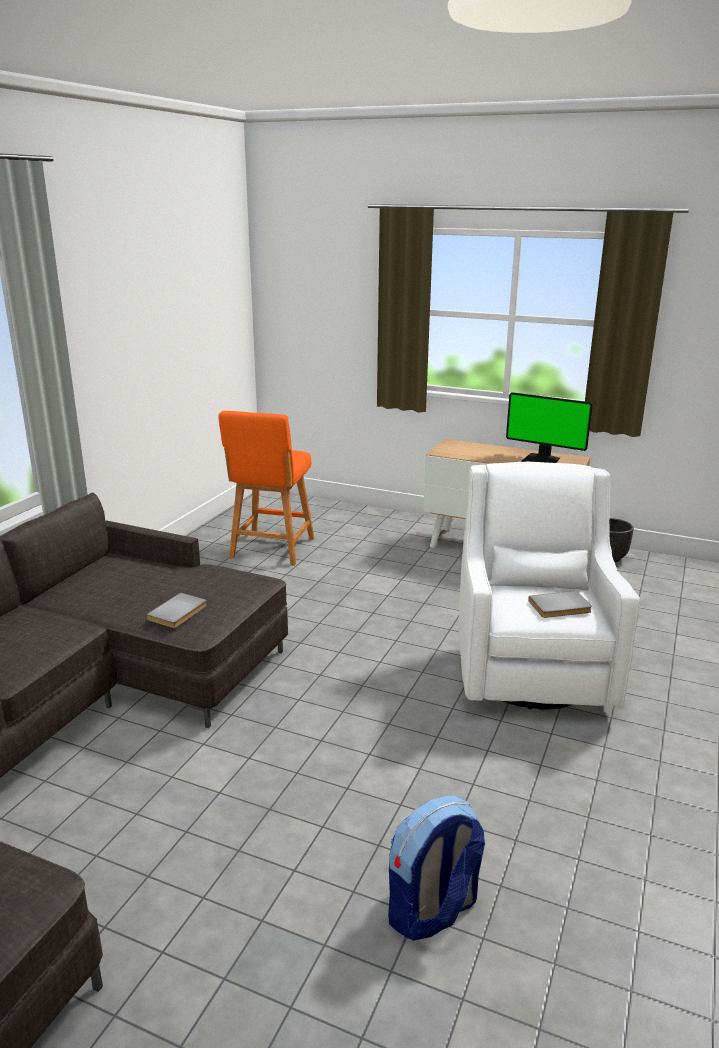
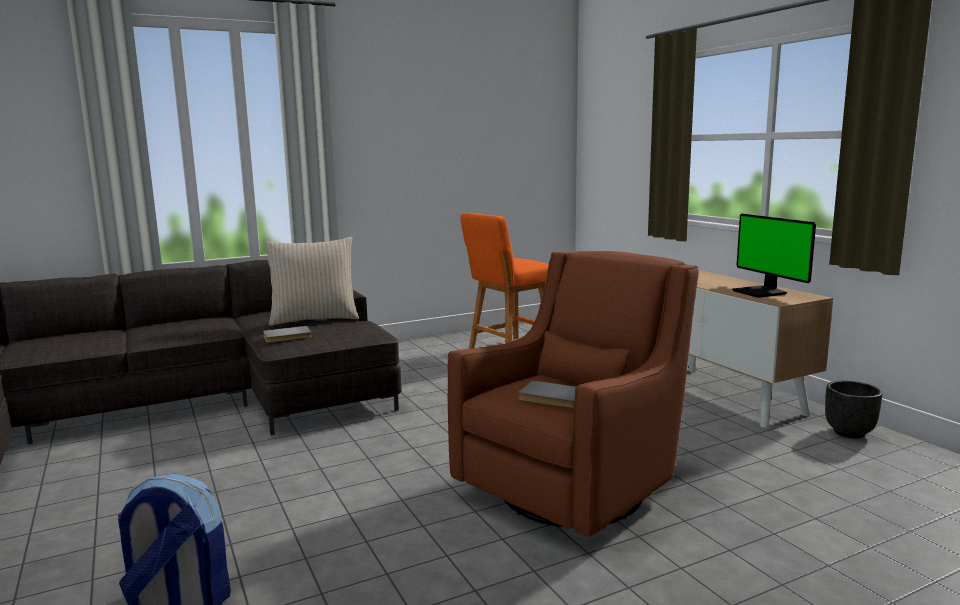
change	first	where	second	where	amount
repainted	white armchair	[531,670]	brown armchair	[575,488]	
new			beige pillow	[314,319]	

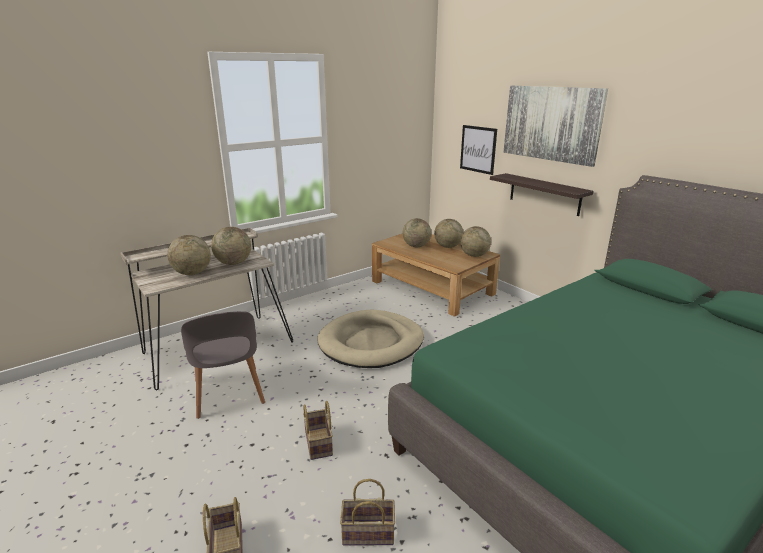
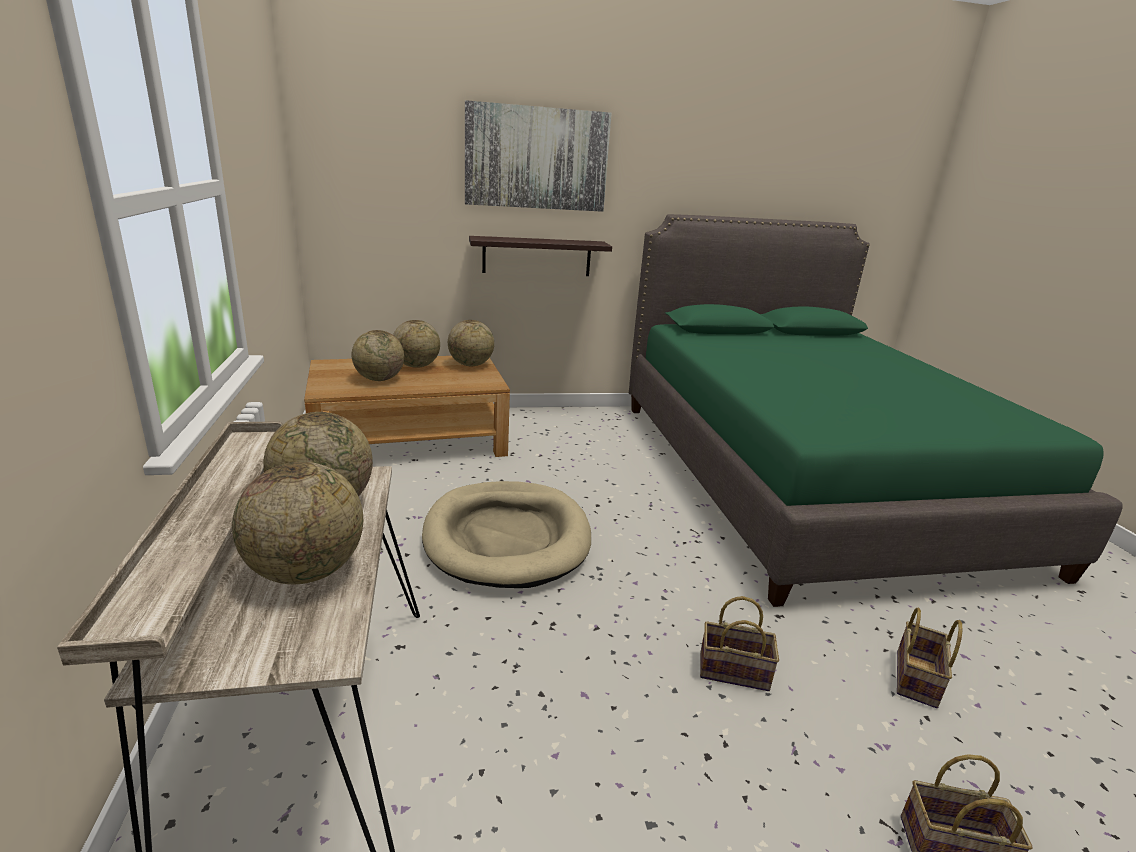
change	first	where	second	where	amount
gone	picture	[478,149]			
gone	grey chair	[228,394]			

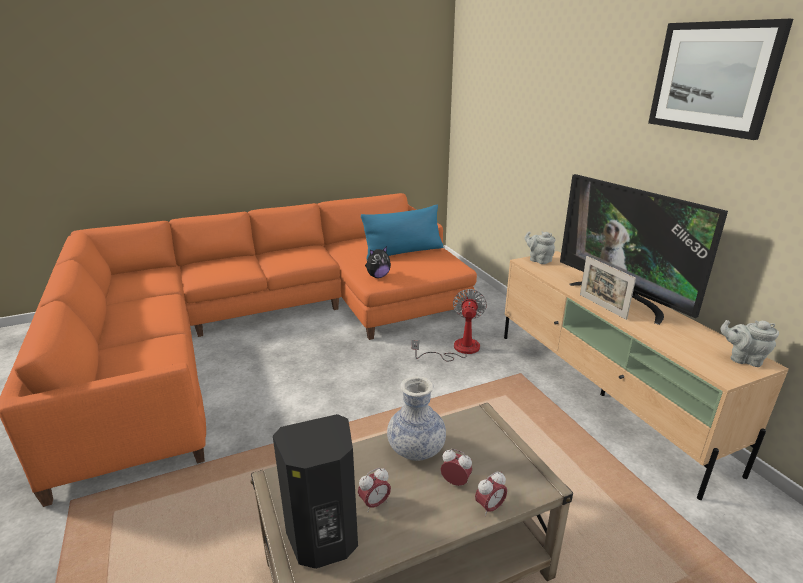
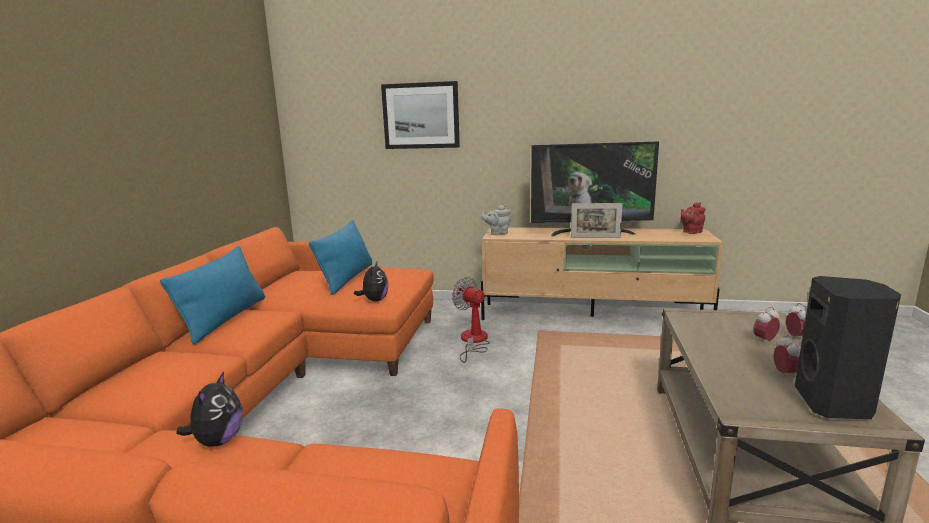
change	first	where	second	where	amount
shifted	picture	[713,78]		[421,116]	
repainted	grey teapot	[743,359]	red teapot	[691,232]	
gone	vase	[416,449]			
new			blue pillow	[225,319]	
new			plush toy	[218,441]	

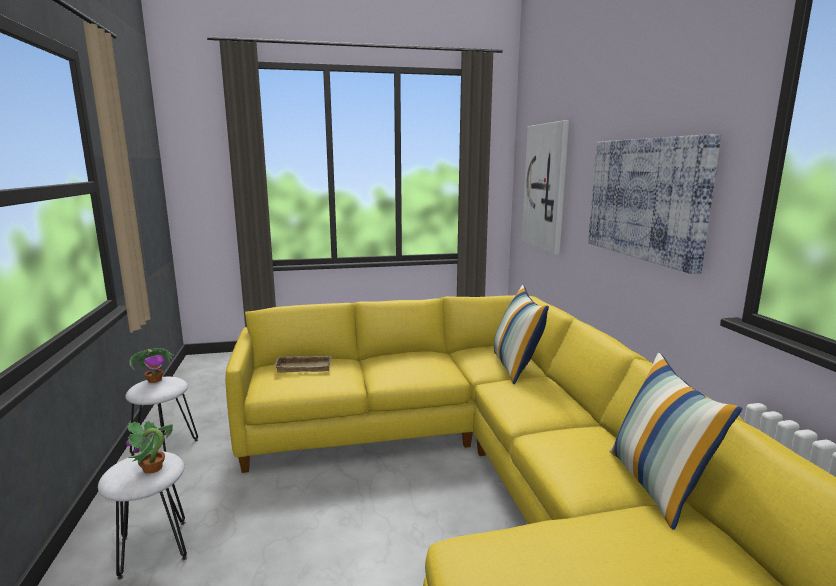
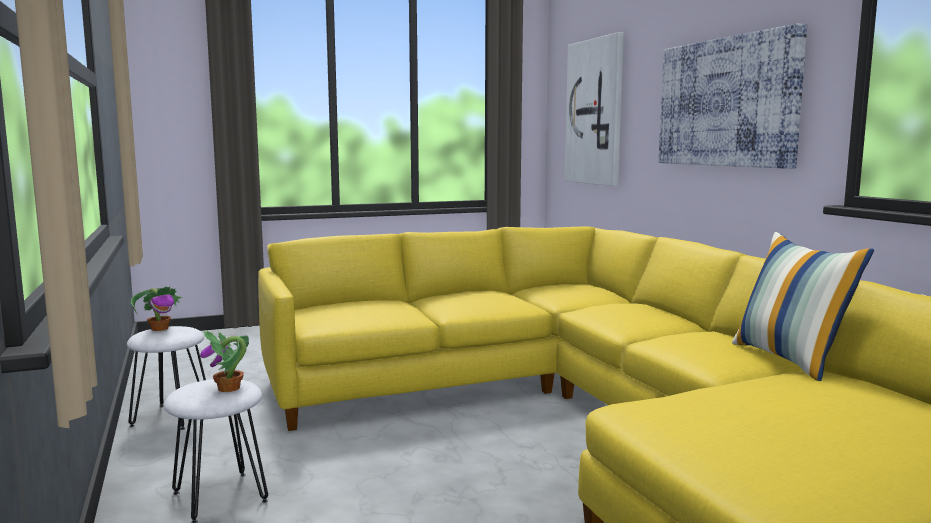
change	first	where	second	where	amount
gone	pillow	[516,367]			
gone	beige tray	[304,367]			

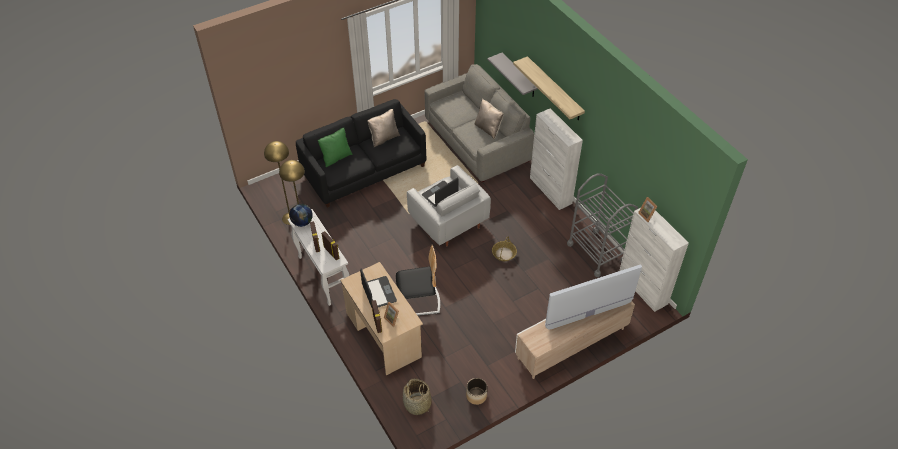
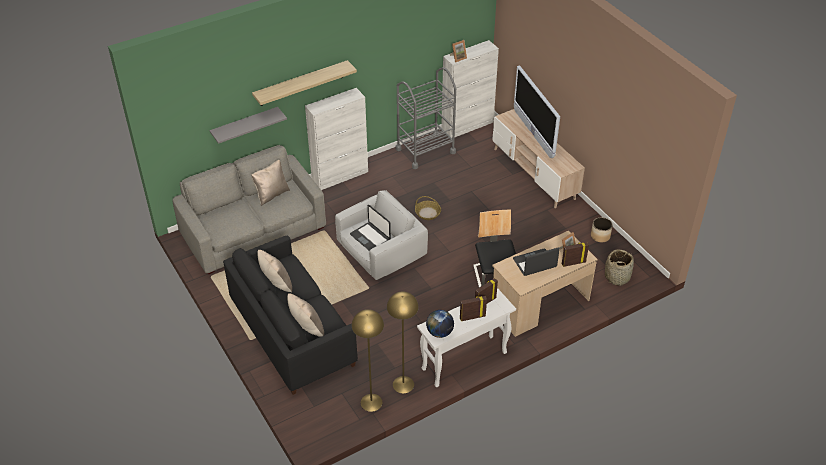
change	first	where	second	where	amount
repainted	green pillow	[336,157]	beige pillow	[306,327]	

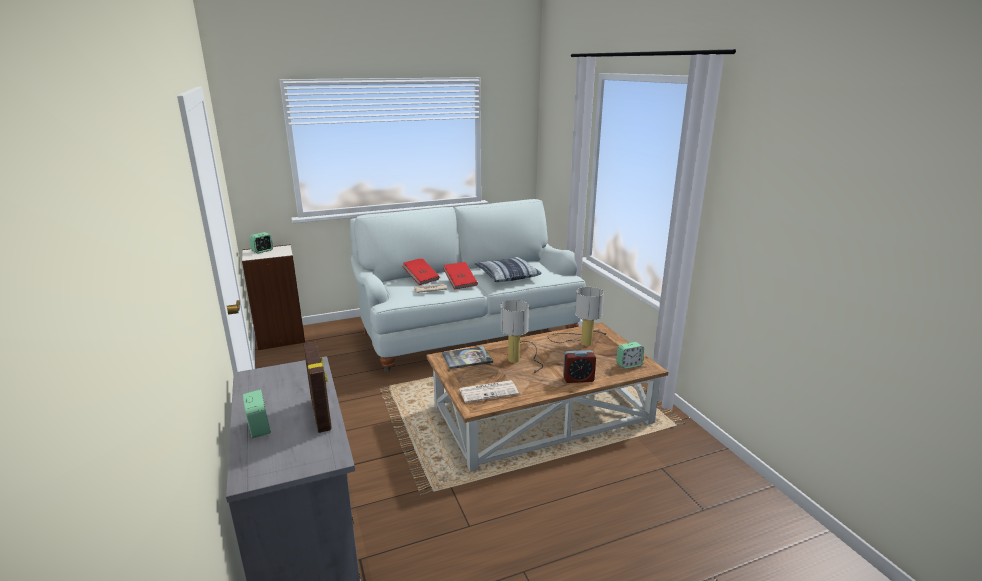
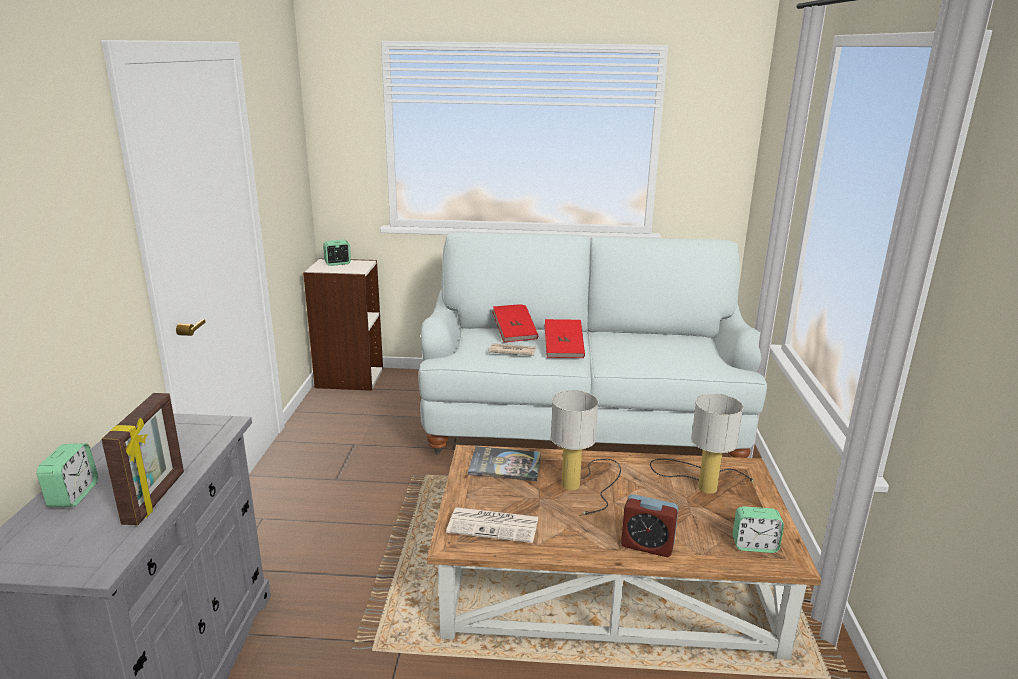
change	first	where	second	where	amount
gone	pillow	[507,275]			

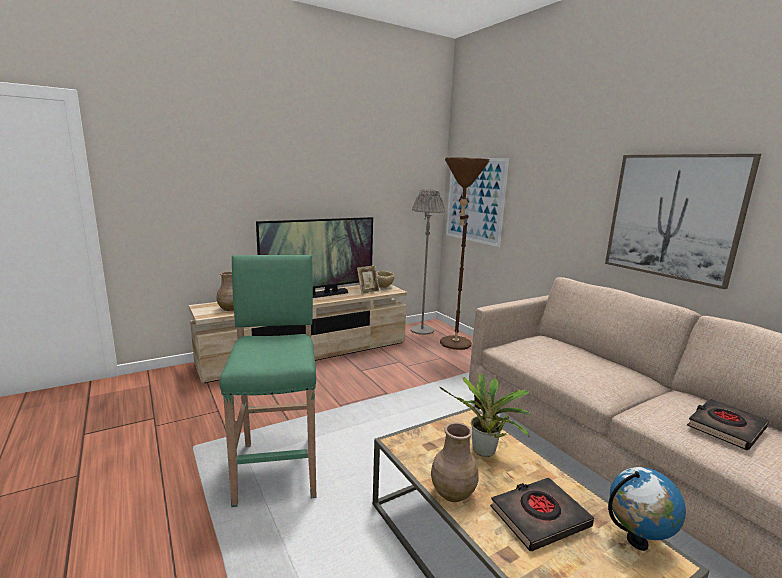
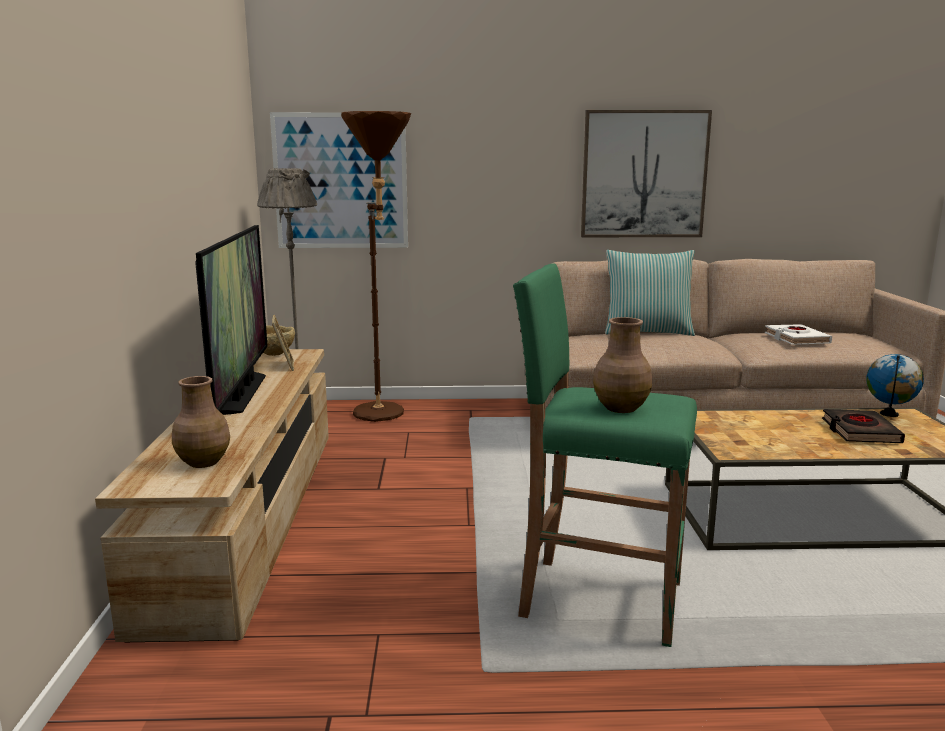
change	first	where	second	where	amount
gone	potted plant	[484,453]			
repainted	black book	[725,428]	white book	[796,339]	
shifted	brown vase	[453,493]		[620,408]	
new			pillow	[647,332]	

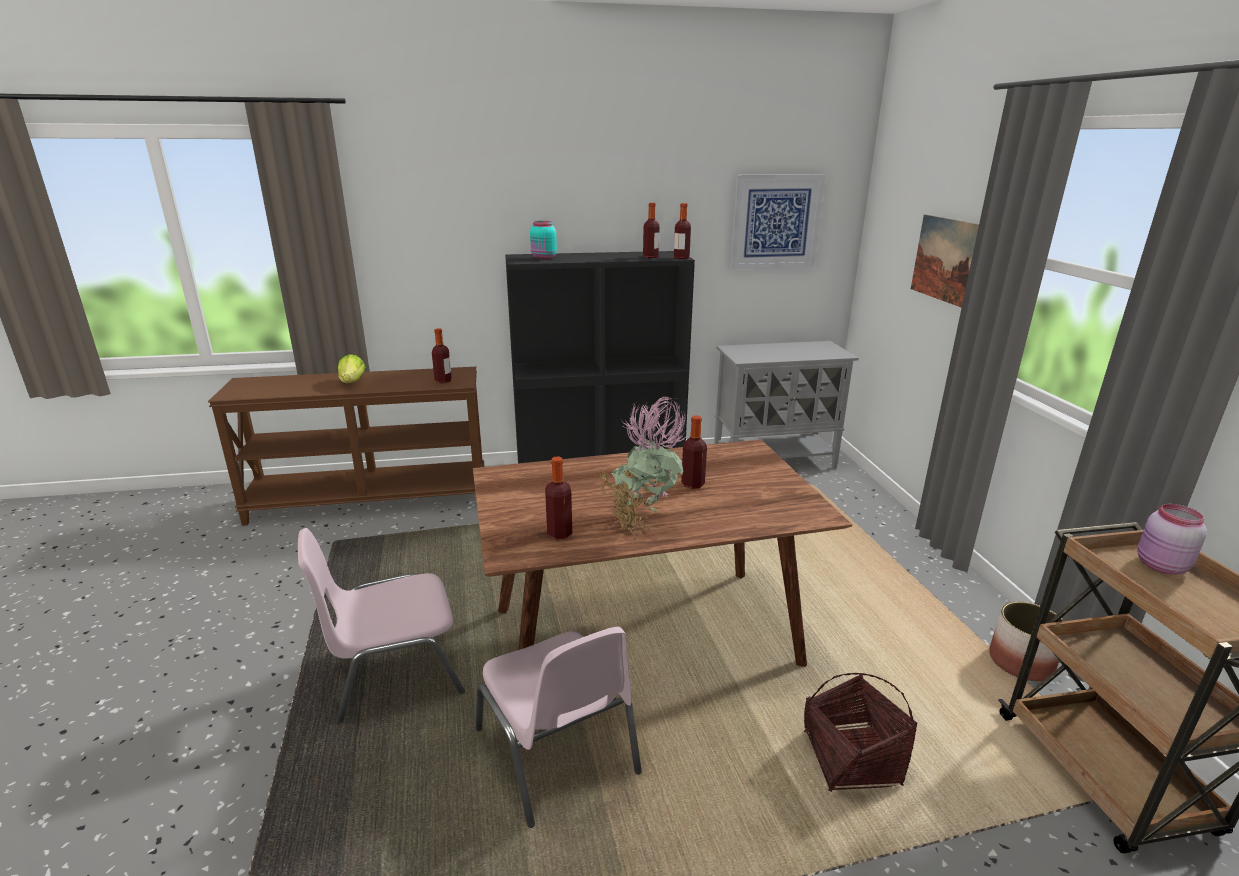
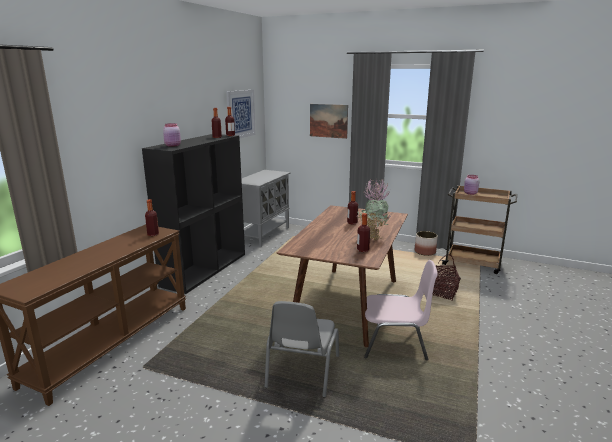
change	first	where	second	where	amount
repainted	turquoise jar	[544,258]	pink jar	[173,145]	
gone	lettuce	[352,382]			
repainted	pink chair	[394,671]	grey chair	[301,372]	

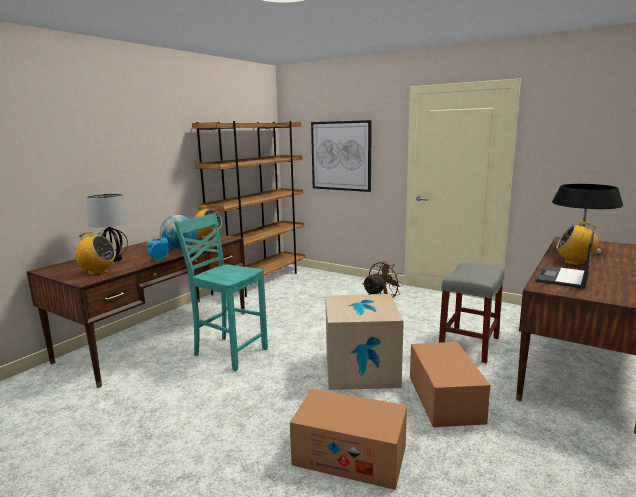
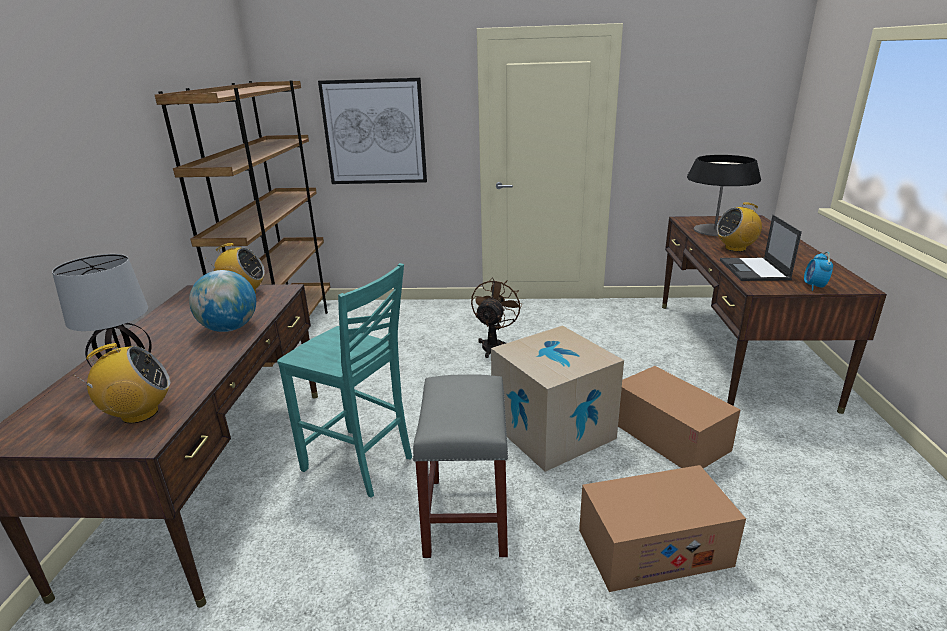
change	first	where	second	where	amount
rotated	turquoise chair	[229,352]		[360,464]	150 degrees counterclockwise
shifted	alarm clock	[158,259]		[814,287]	
shifted	grey stool	[469,344]		[466,514]	

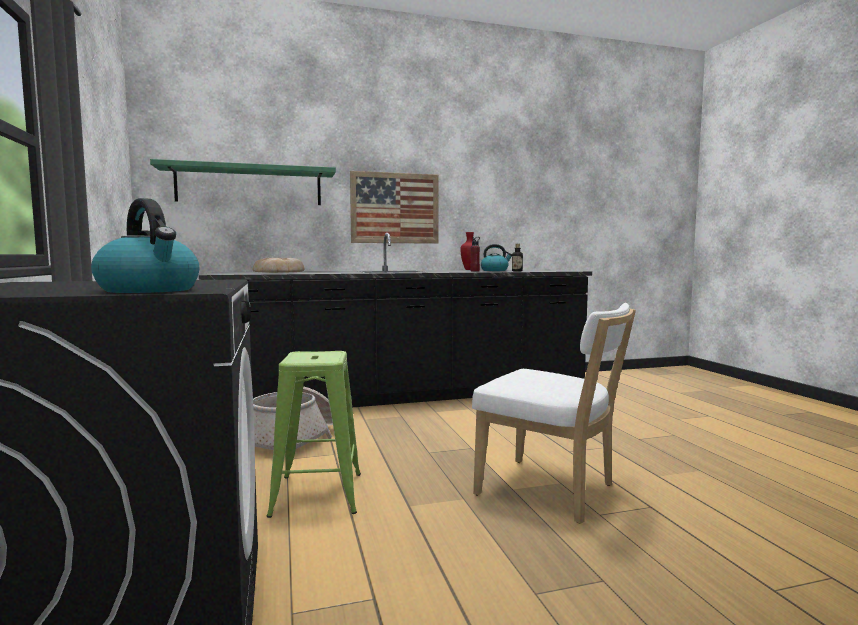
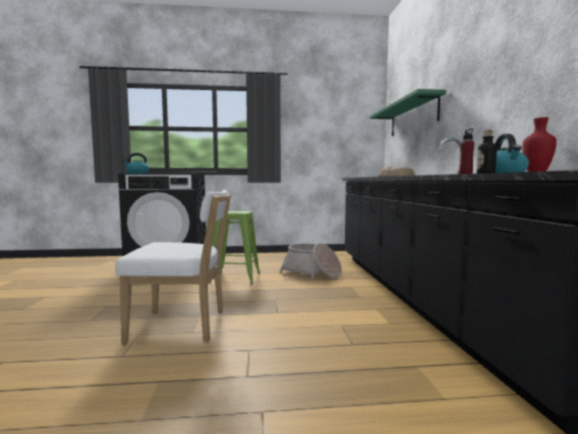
change	first	where	second	where	amount
gone	picture	[395,208]			
rotated	white chair	[551,491]		[183,326]	135 degrees counterclockwise

